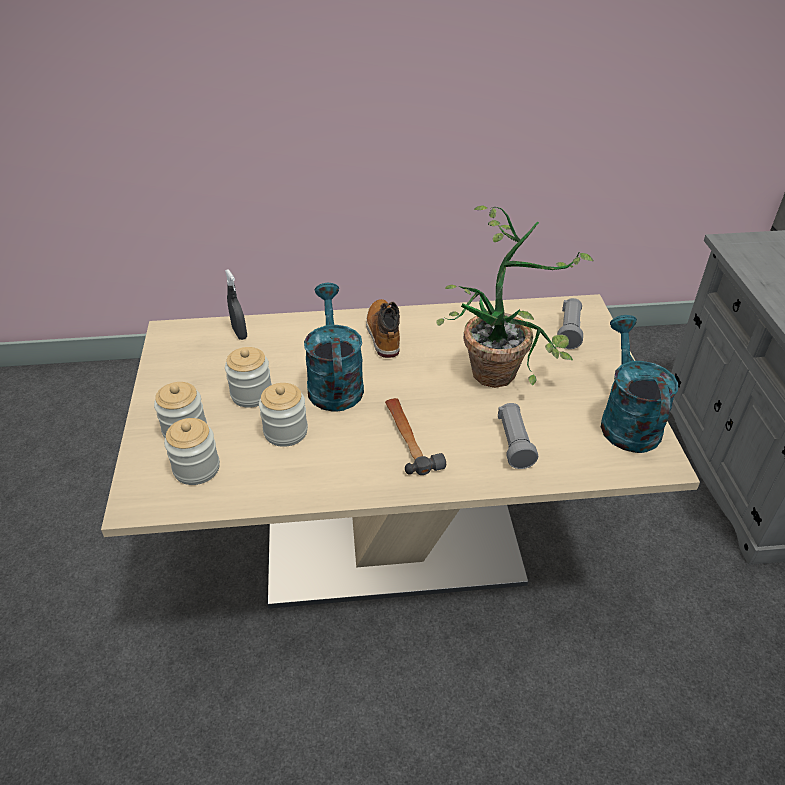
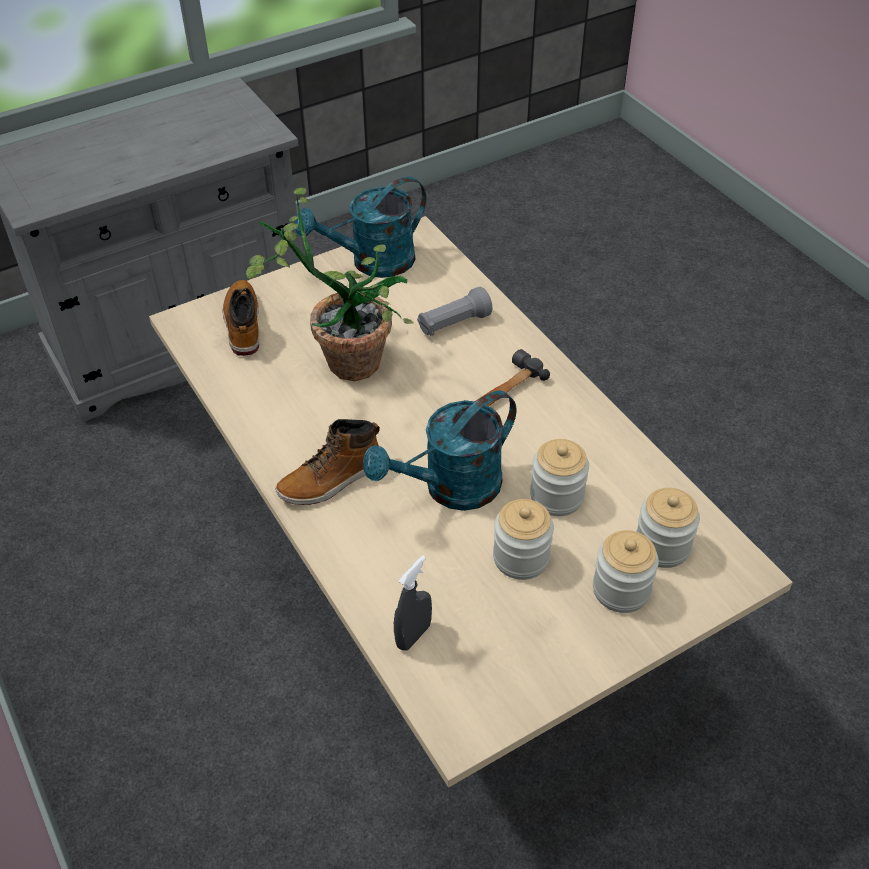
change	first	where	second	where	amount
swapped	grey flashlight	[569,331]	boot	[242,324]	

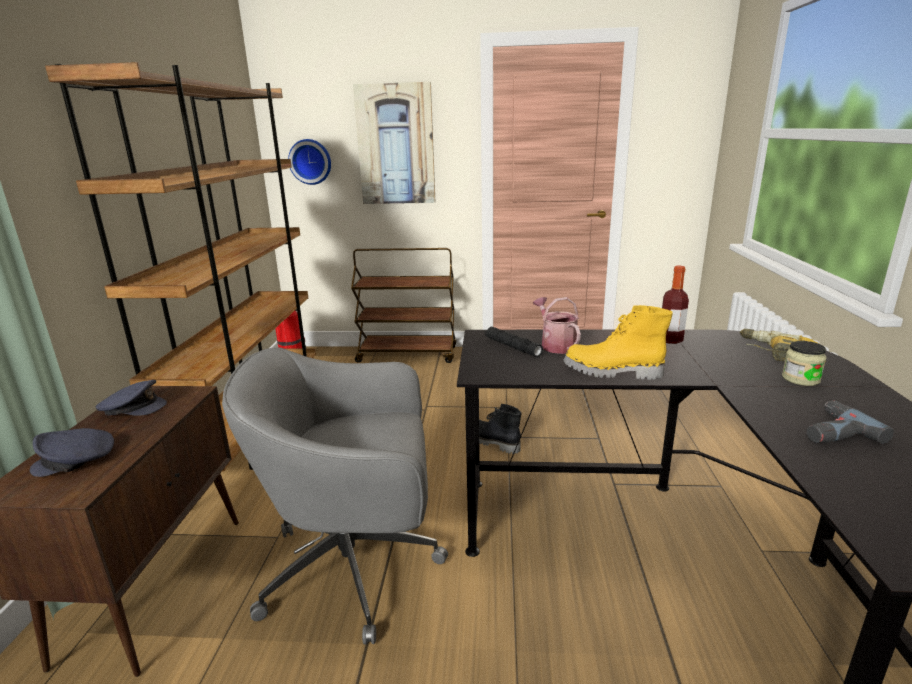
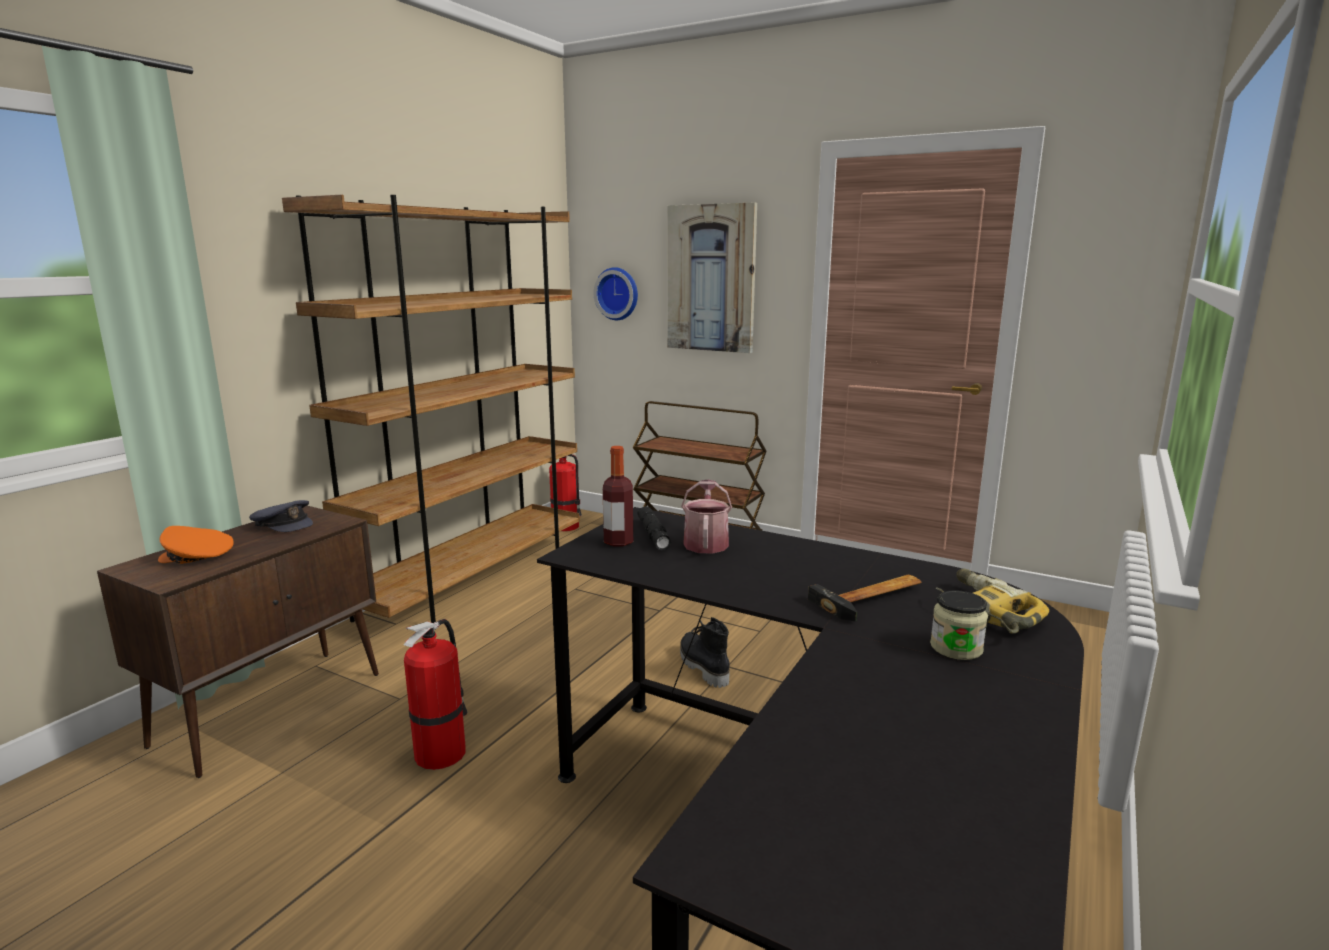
change	first	where	second	where	amount
shifted	bottle	[670,340]		[618,542]	
gone	yellow boot	[612,372]			
swapped	grey office chair	[356,567]	fire extinguisher	[442,751]	
gone	power drill	[830,431]			
repainted	grey cap	[76,460]	orange cap	[196,557]	
new			hammer	[873,599]	

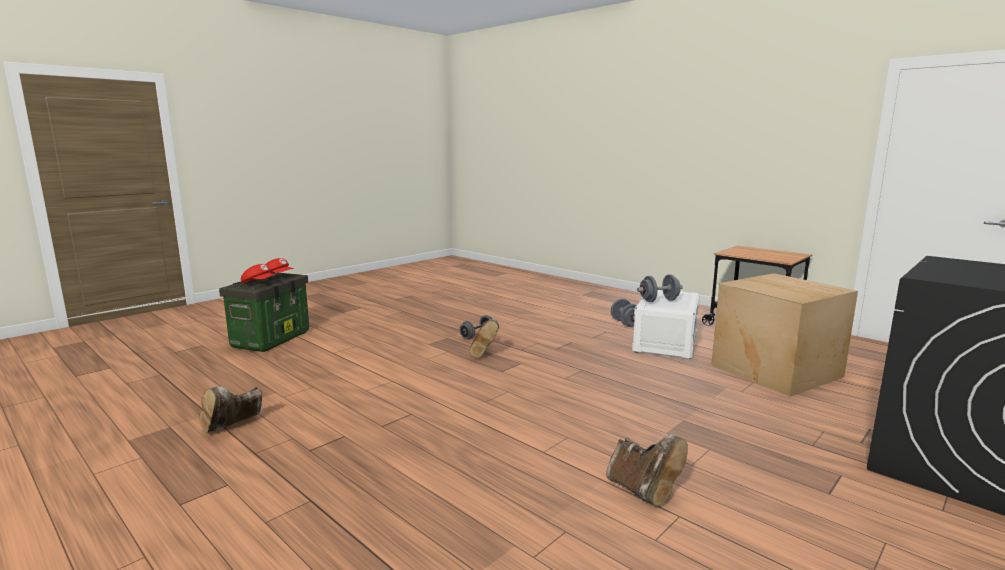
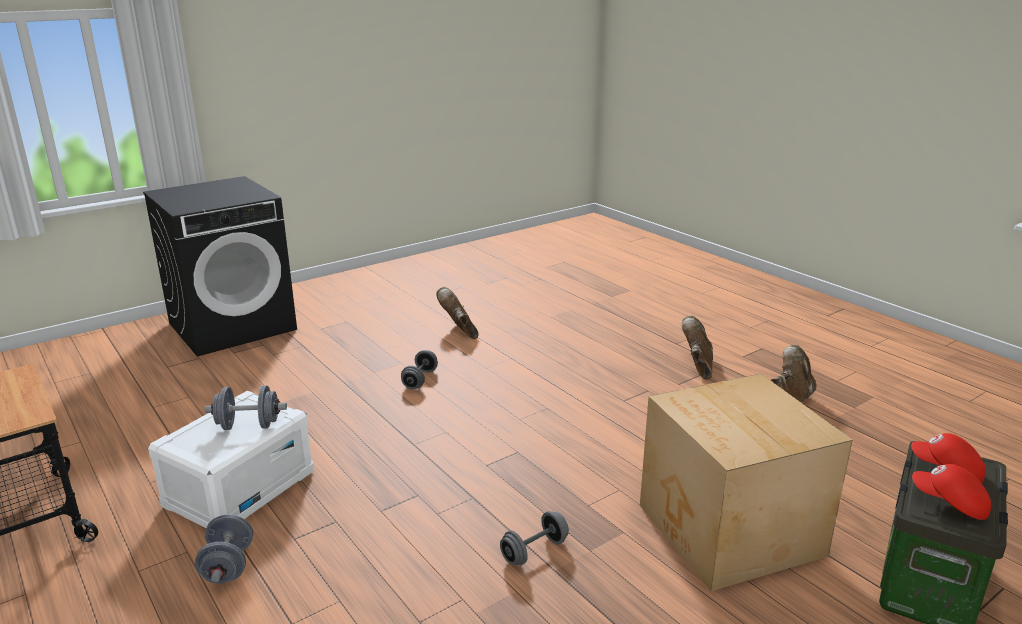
change	first	where	second	where	amount
shifted	cardboard box	[775,370]		[729,531]	
shifted	brown boot	[482,353]		[697,367]	
new			grey dumbbell	[420,379]	

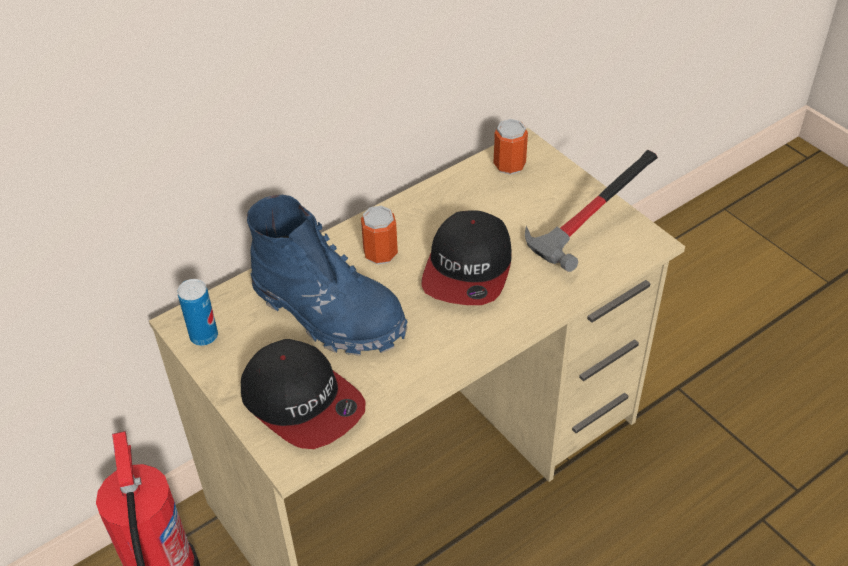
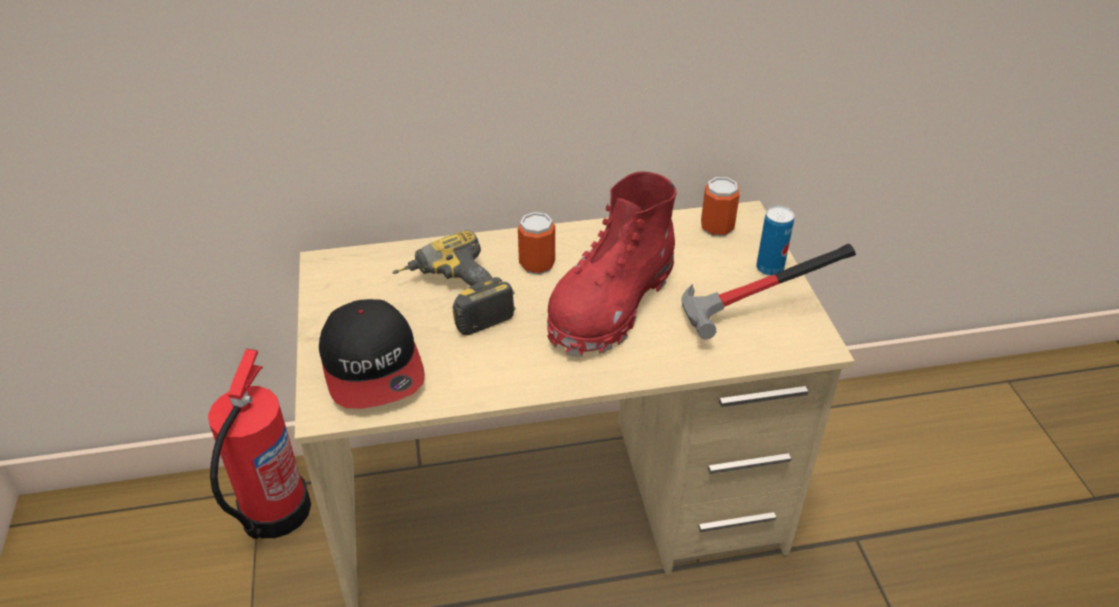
change	first	where	second	where	amount
swapped	blue boot	[328,312]	power drill	[452,298]	
swapped	cap	[468,269]	red boot	[610,305]	
shifted	can	[204,336]		[769,268]	

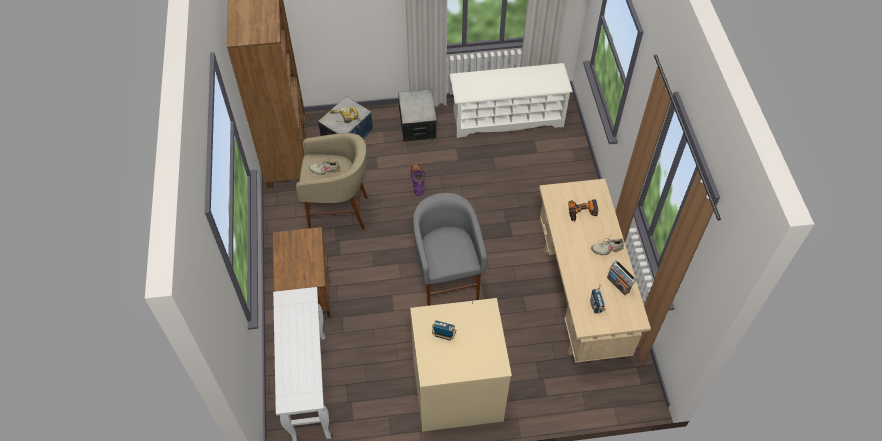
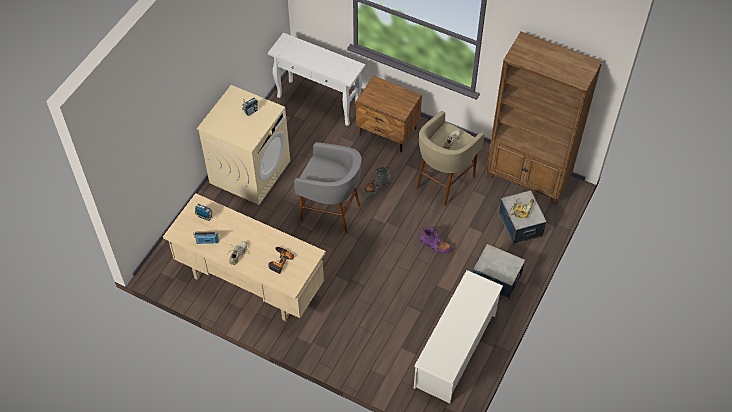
change	first	where	second	where	amount
new			grey boot	[377,186]	

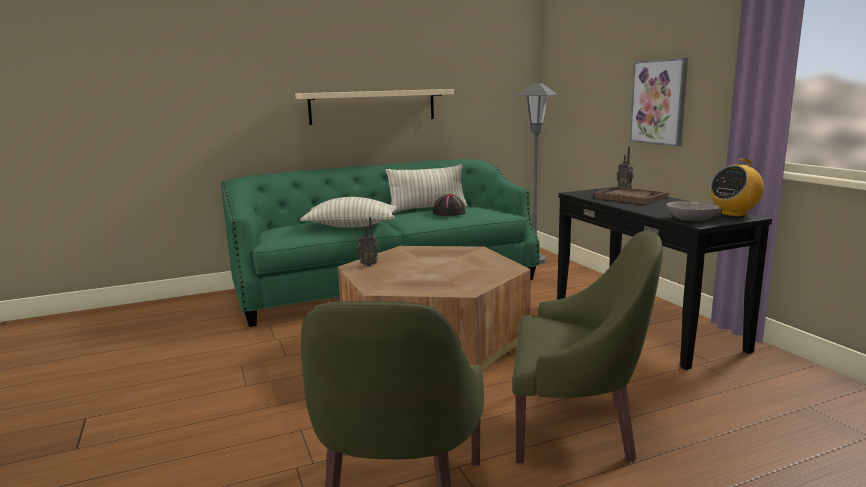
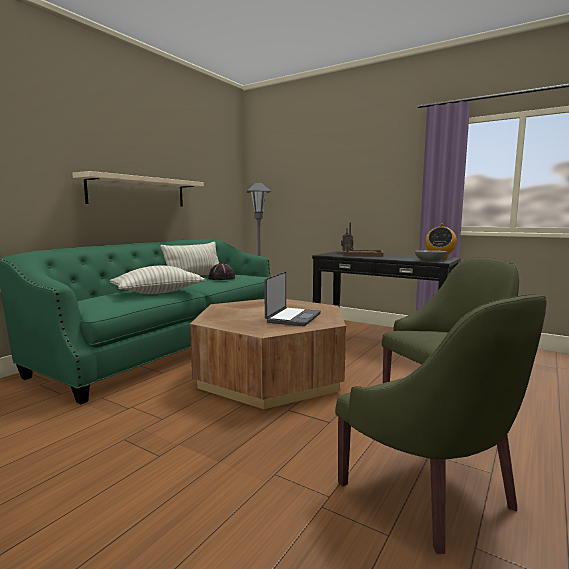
change	first	where	second	where	amount
gone	picture	[659,102]			
gone	radio	[368,265]			
new			laptop	[292,318]	

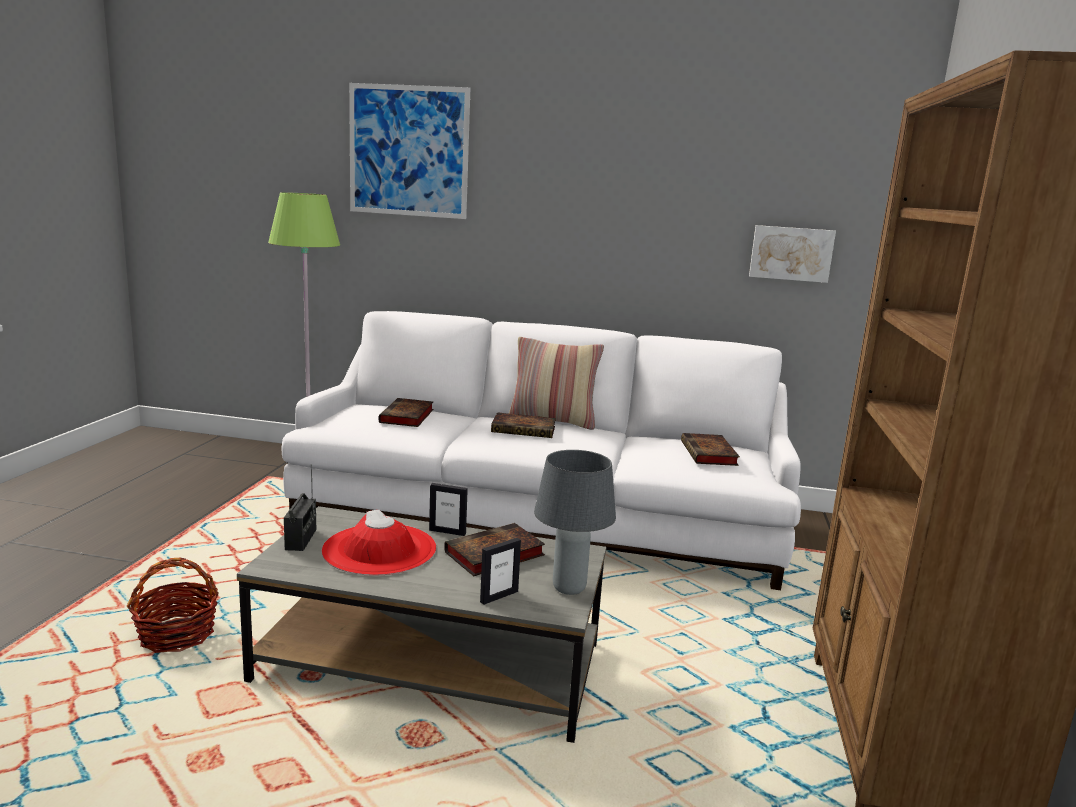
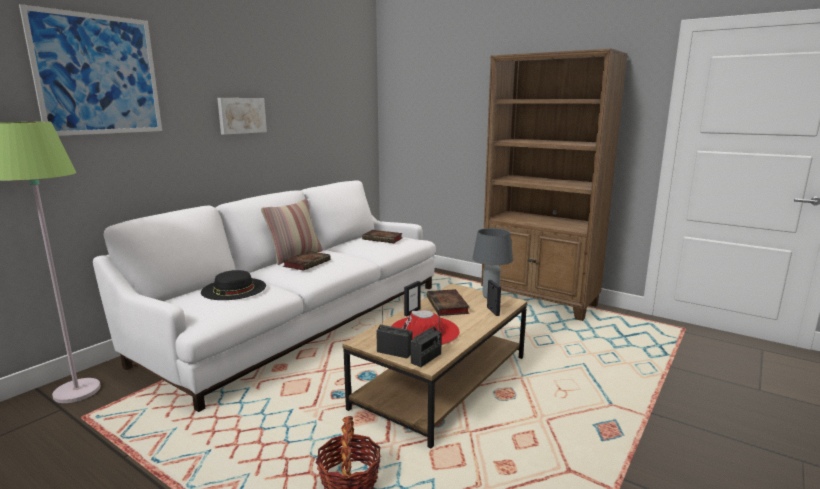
change	first	where	second	where	amount
shifted	picture	[791,253]		[241,115]	
swapped	book	[407,417]	black hat	[234,289]	
repainted	grey coffee table	[431,662]	brown coffee table	[442,382]	
new			radio	[426,358]	

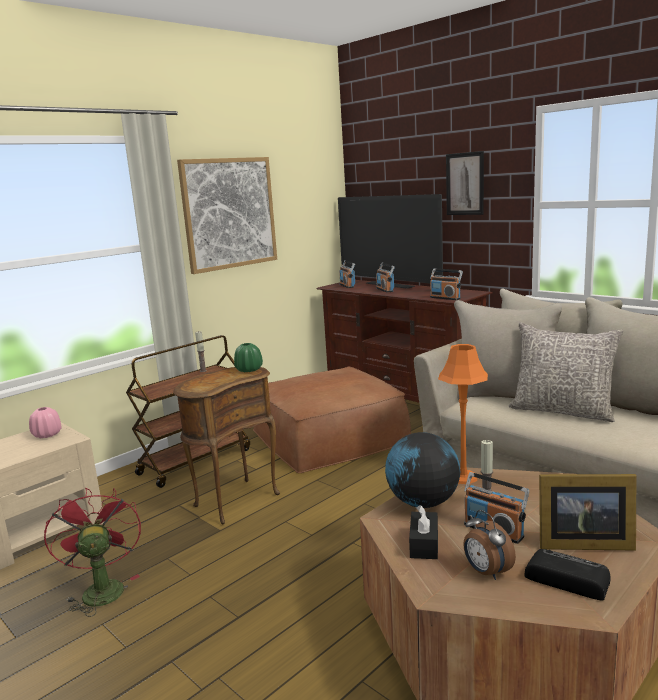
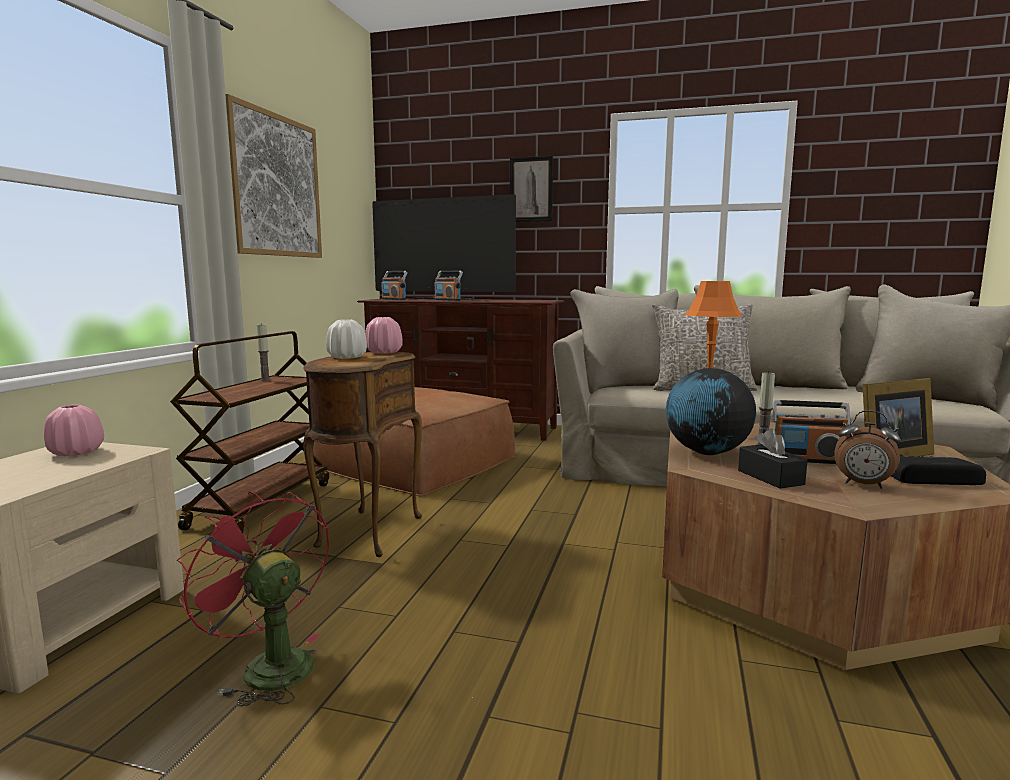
change	first	where	second	where	amount
gone	radio	[445,298]			
repainted	green vase	[249,370]	pink vase	[384,353]	
new			white vase	[347,357]	

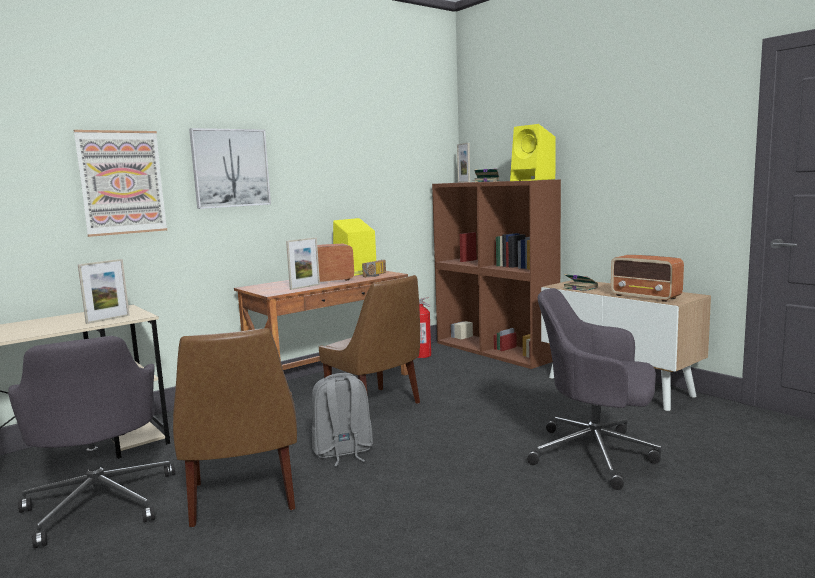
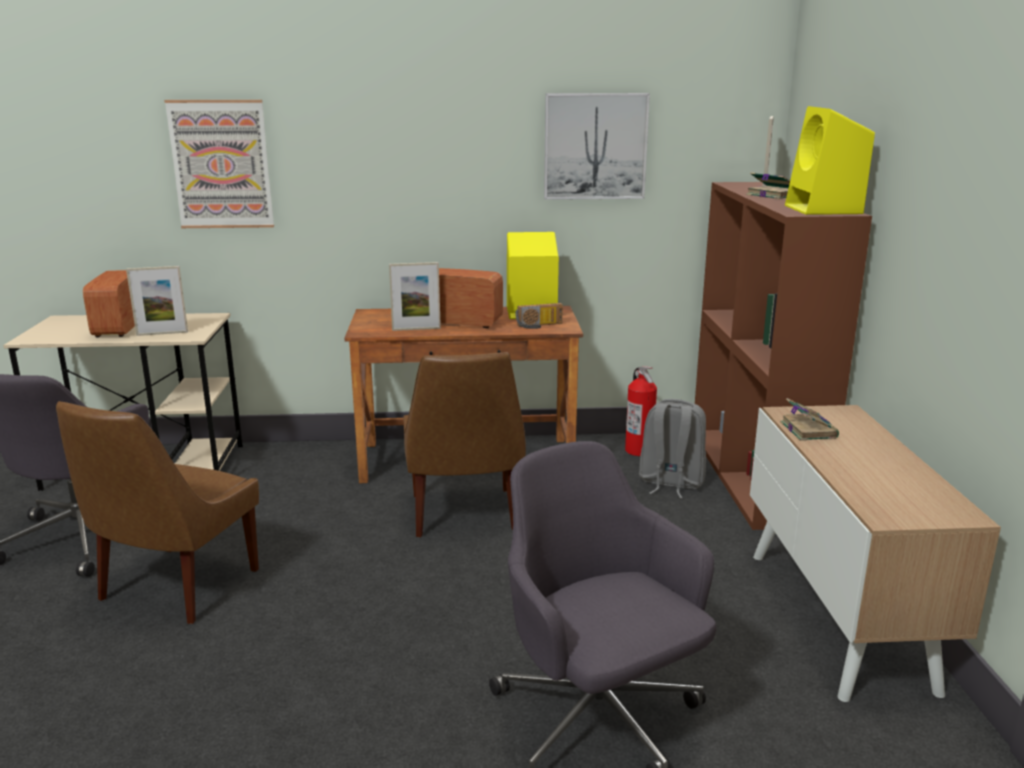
change	first	where	second	where	amount
shifted	picture	[230,168]		[595,146]	
shifted	radio	[646,297]		[120,327]	
shifted	grey backpack	[342,452]		[670,482]	

